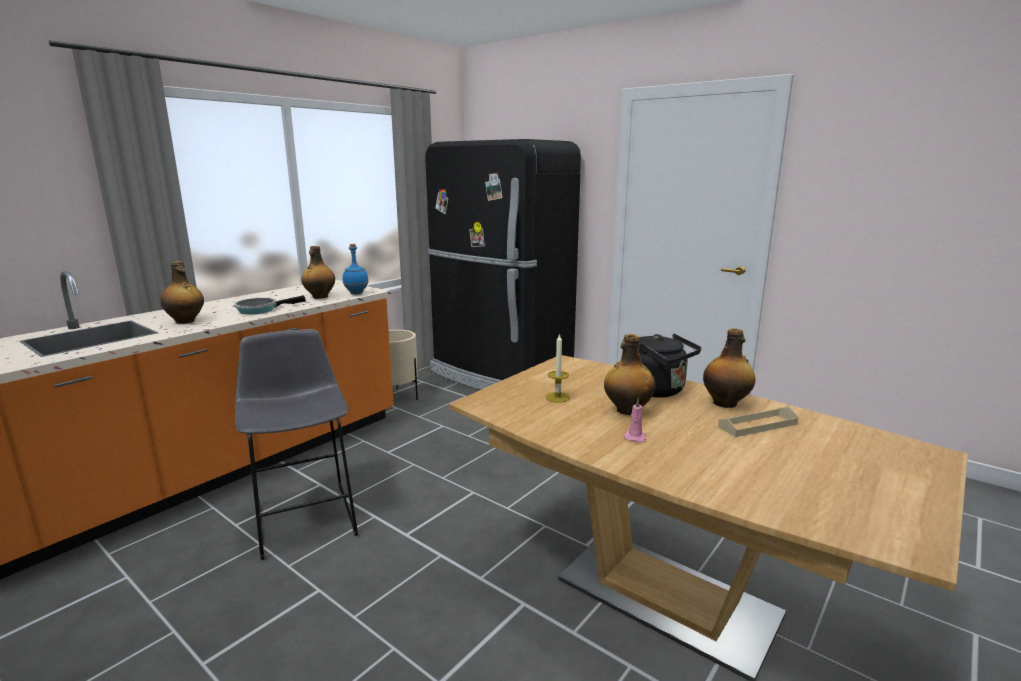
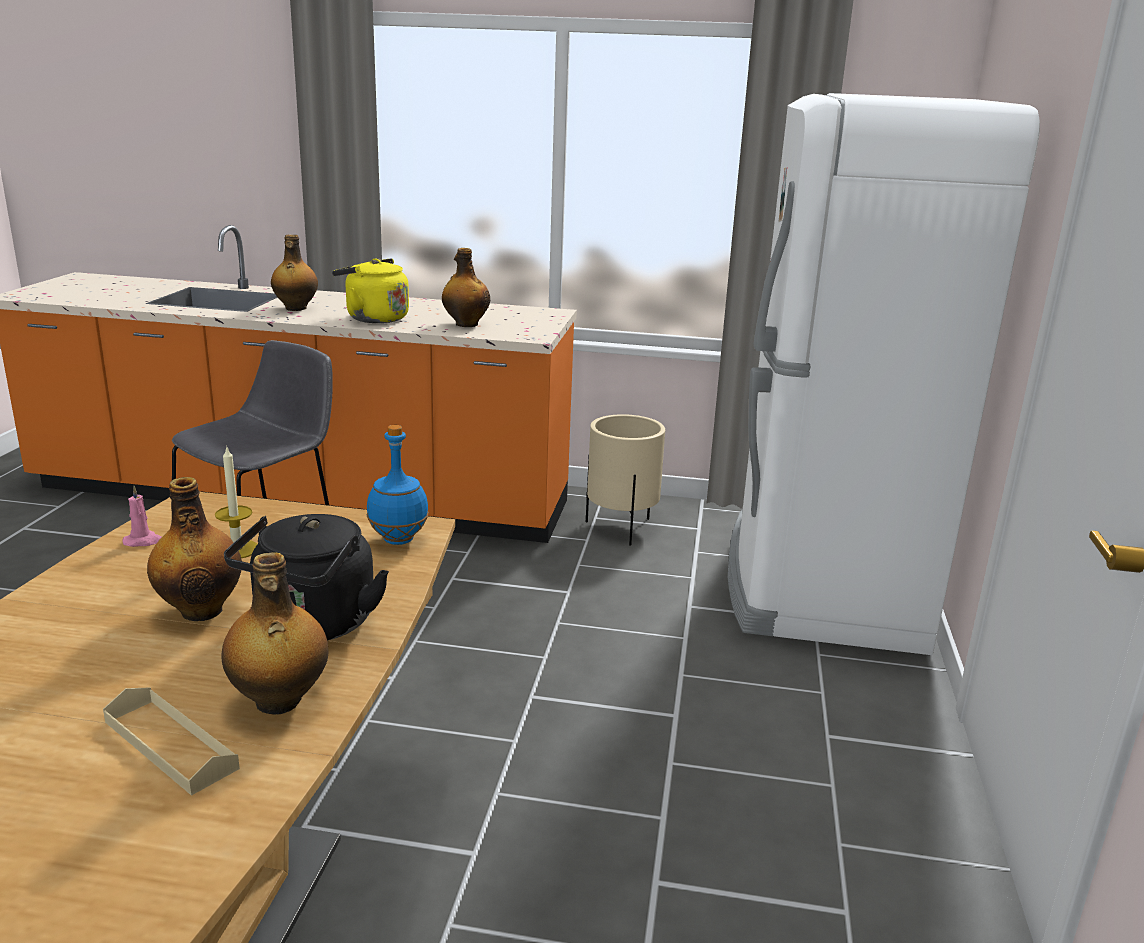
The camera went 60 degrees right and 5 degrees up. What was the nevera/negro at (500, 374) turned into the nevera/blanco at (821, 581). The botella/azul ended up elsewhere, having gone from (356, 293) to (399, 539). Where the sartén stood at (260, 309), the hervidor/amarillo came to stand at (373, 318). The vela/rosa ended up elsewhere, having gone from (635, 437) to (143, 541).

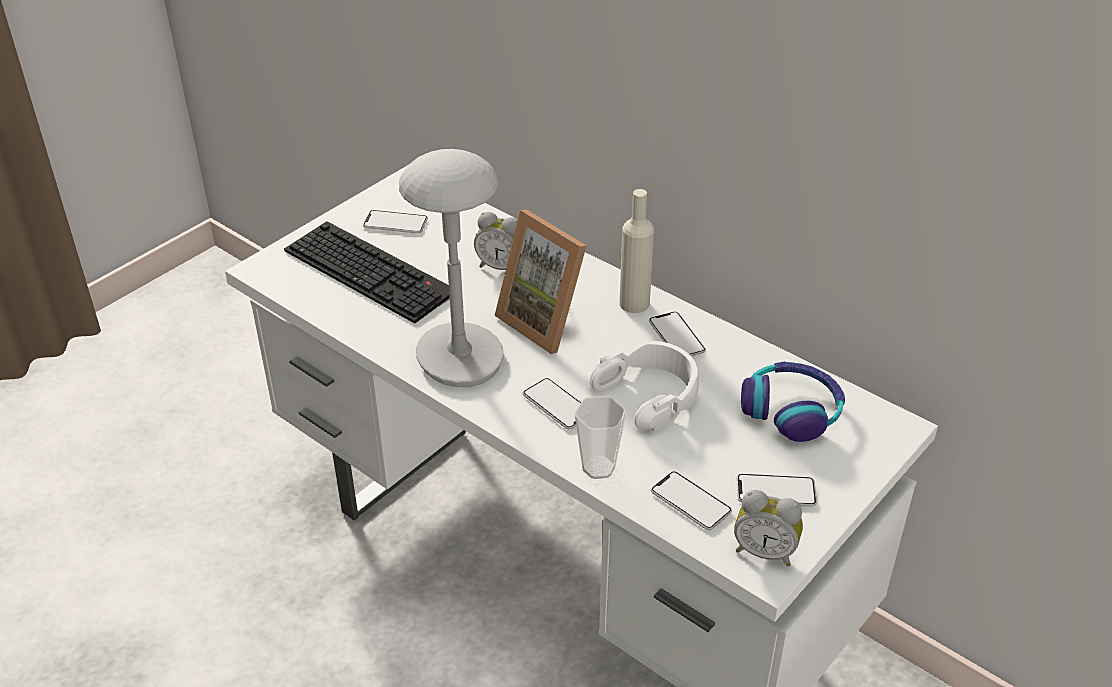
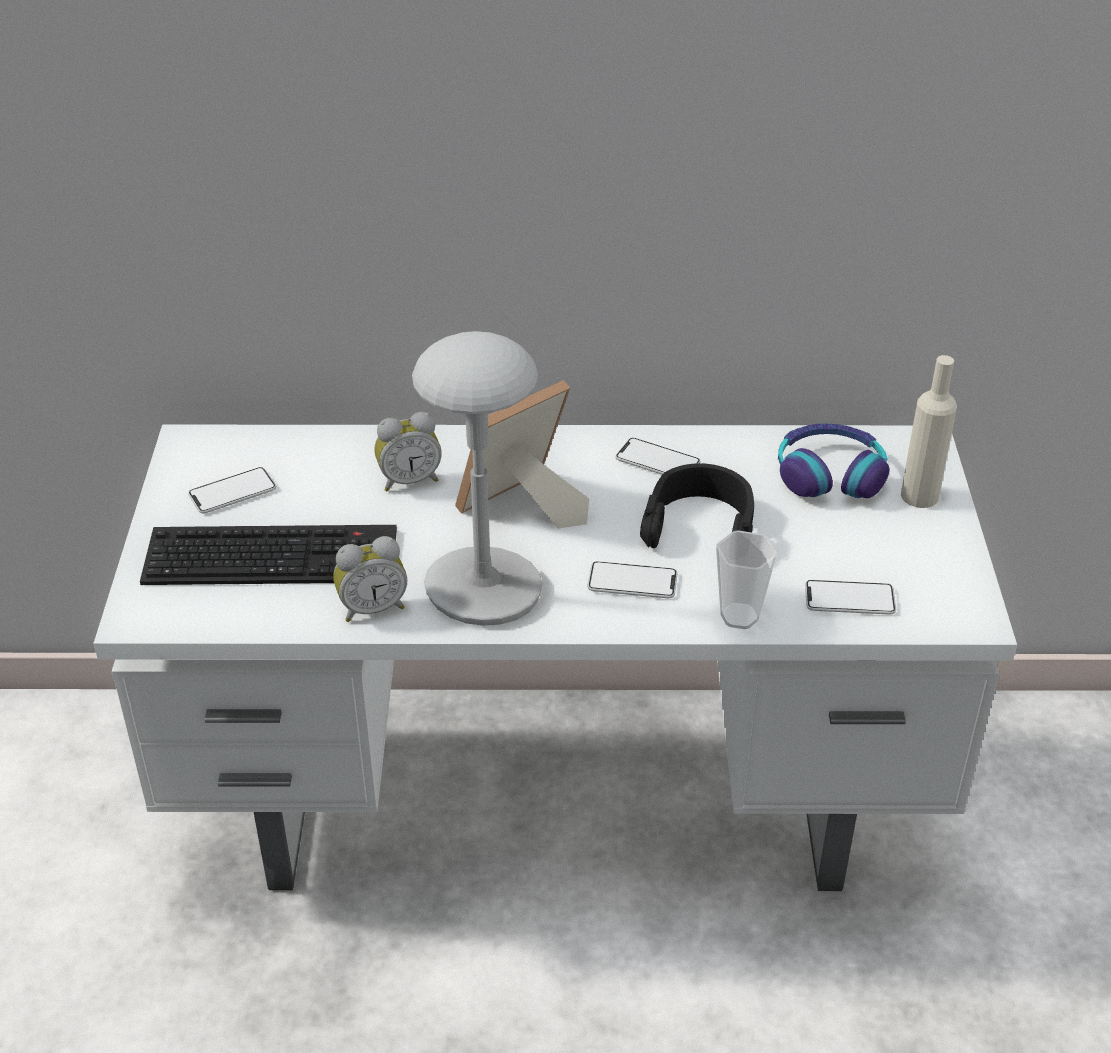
The camera went 40 degrees left and 0 degrees up. The botella/beis ended up elsewhere, having gone from (634, 303) to (919, 496). The portarretratos at (547, 321) ended up facing another way, 135 degrees clockwise from before. What was the auriculares/blanco at (650, 394) turned into the auriculares/negro at (700, 526). The second view lost the móvil at (775, 491). The despertador ended up elsewhere, having gone from (765, 551) to (372, 608).

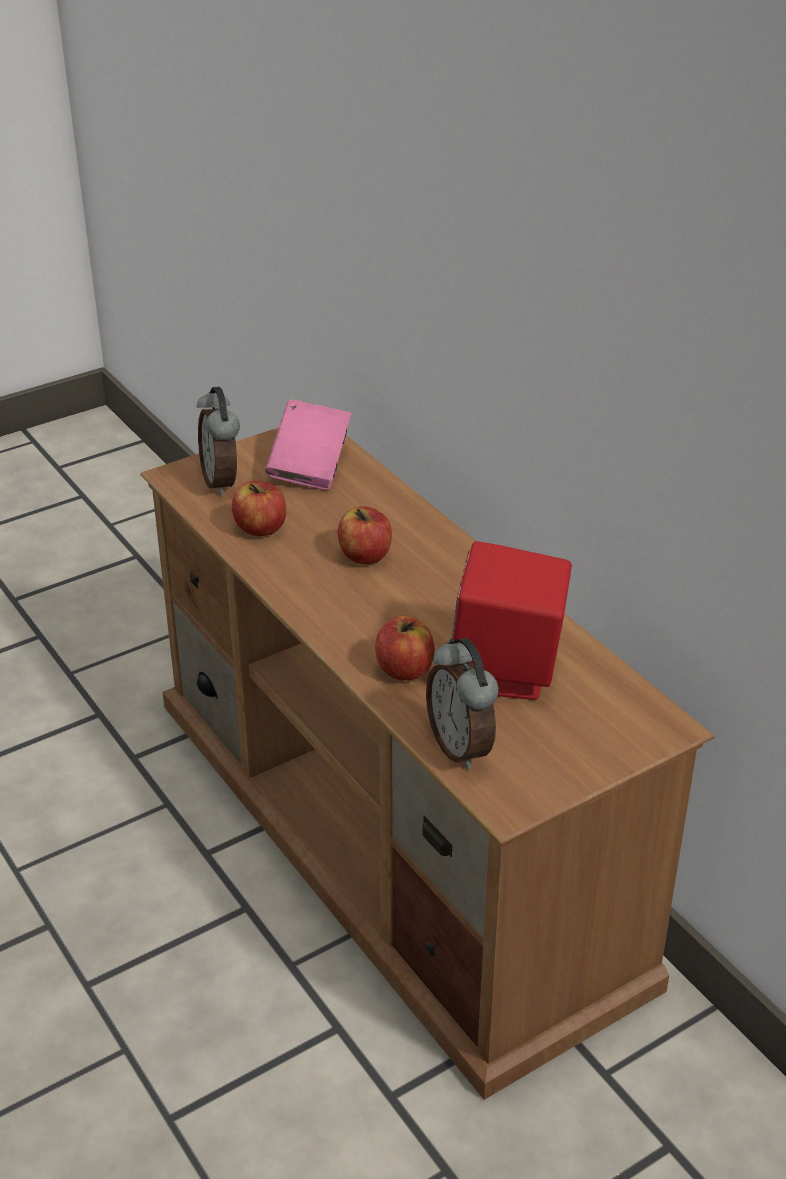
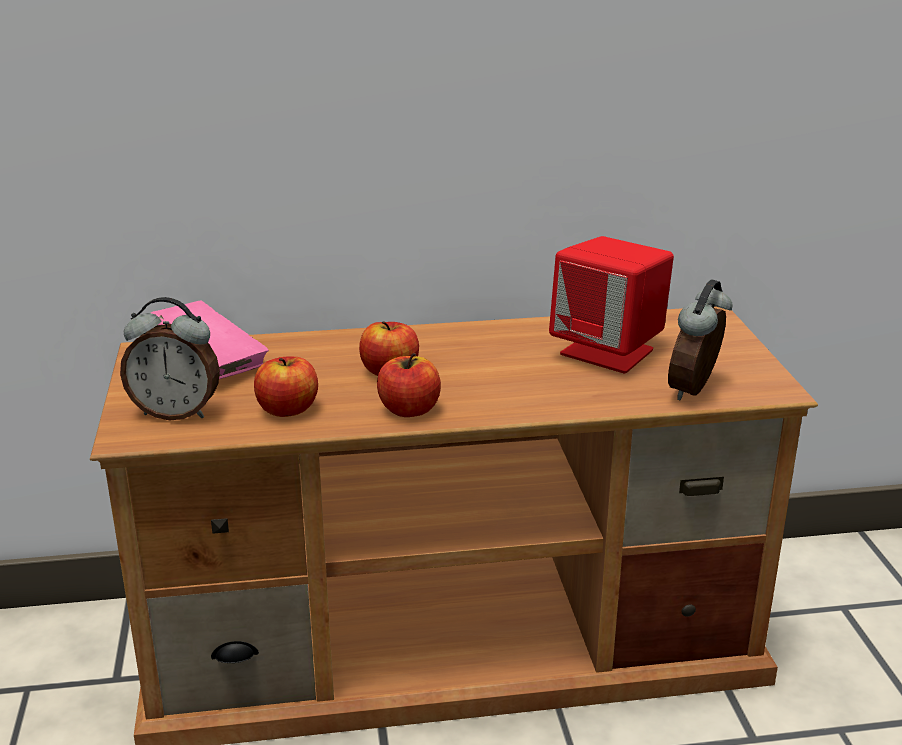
The camera went 65 degrees left and 10 degrees down. The manzana ended up elsewhere, having gone from (404, 669) to (409, 410). The despertador at (461, 747) ended up facing another way, 120 degrees clockwise from before.

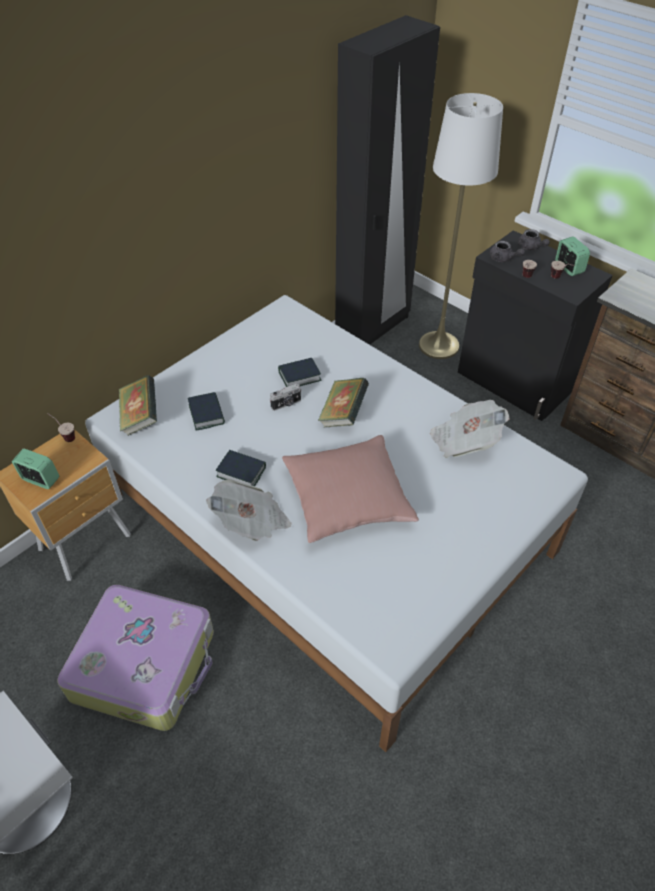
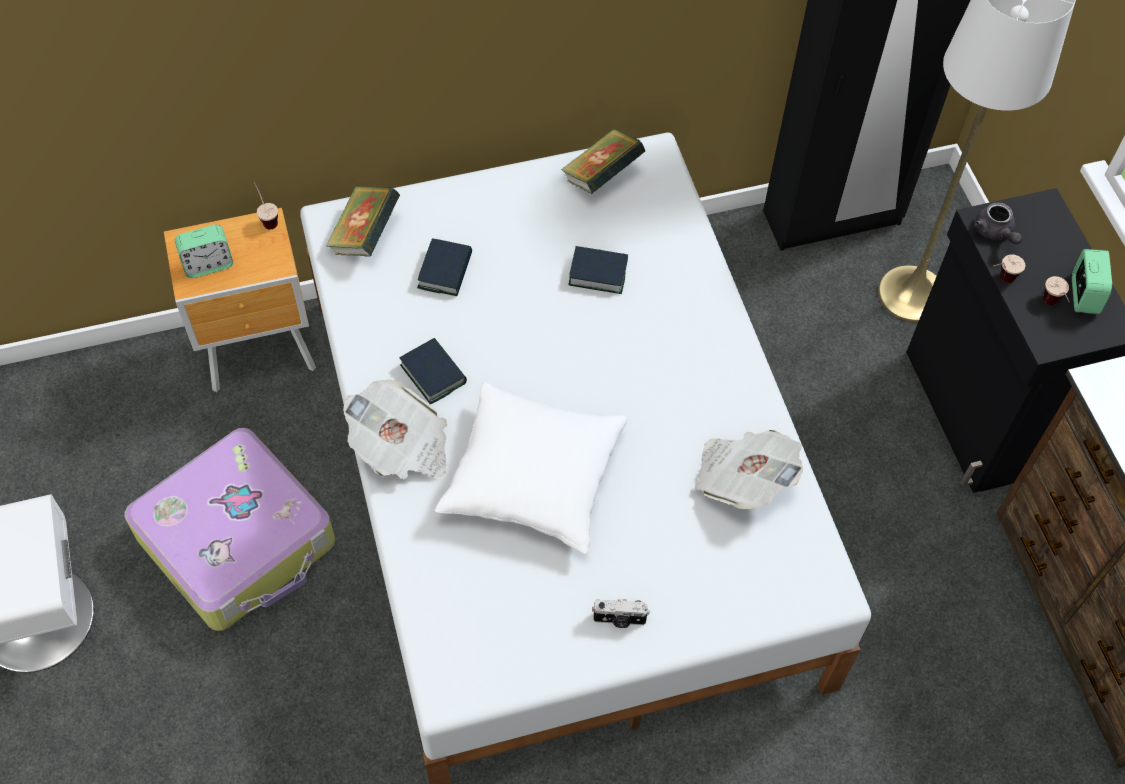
The camera went 30 degrees right and 10 degrees up. The second view lost the tetera/gris at (530, 247). The libro ended up elsewhere, having gone from (343, 414) to (602, 176). The cámara ended up elsewhere, having gone from (286, 404) to (619, 620). What was the cojín/rosa at (347, 499) turned into the cojín/blanco at (533, 478). The despertador at (40, 479) ended up facing another way, 105 degrees clockwise from before.

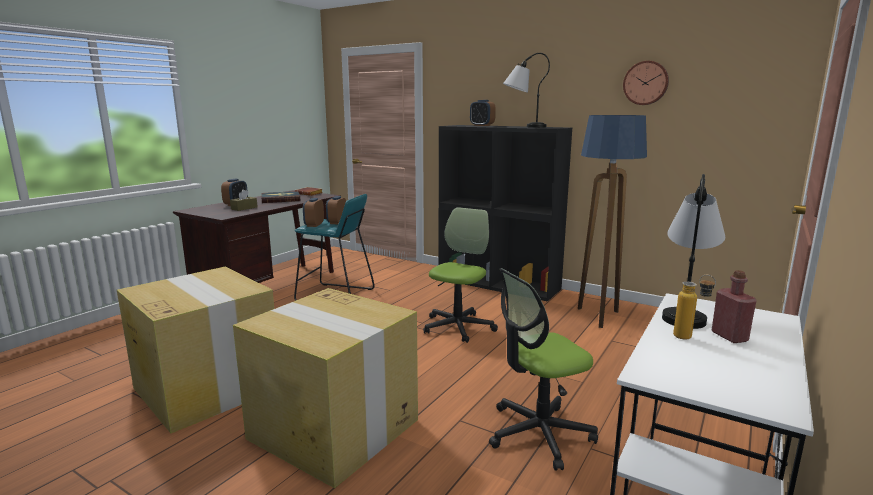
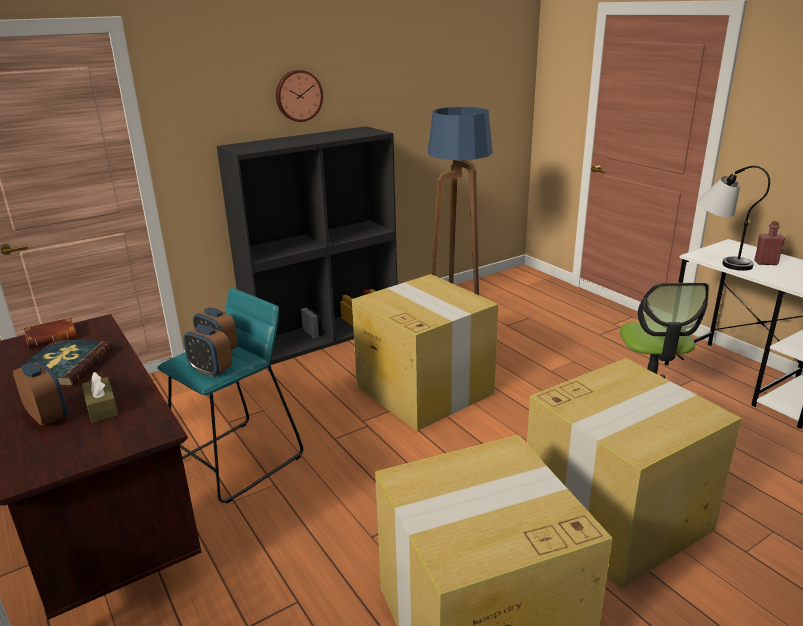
The camera went 65 degrees left and 10 degrees up. The second view lost the lámpara de mesa at (522, 127). The reloj de pared ended up elsewhere, having gone from (646, 83) to (298, 95). The second view lost the despertador at (482, 125). Where the silla de oficina stood at (458, 327), the caja de cartón came to stand at (423, 389). The second view lost the botella at (689, 338).

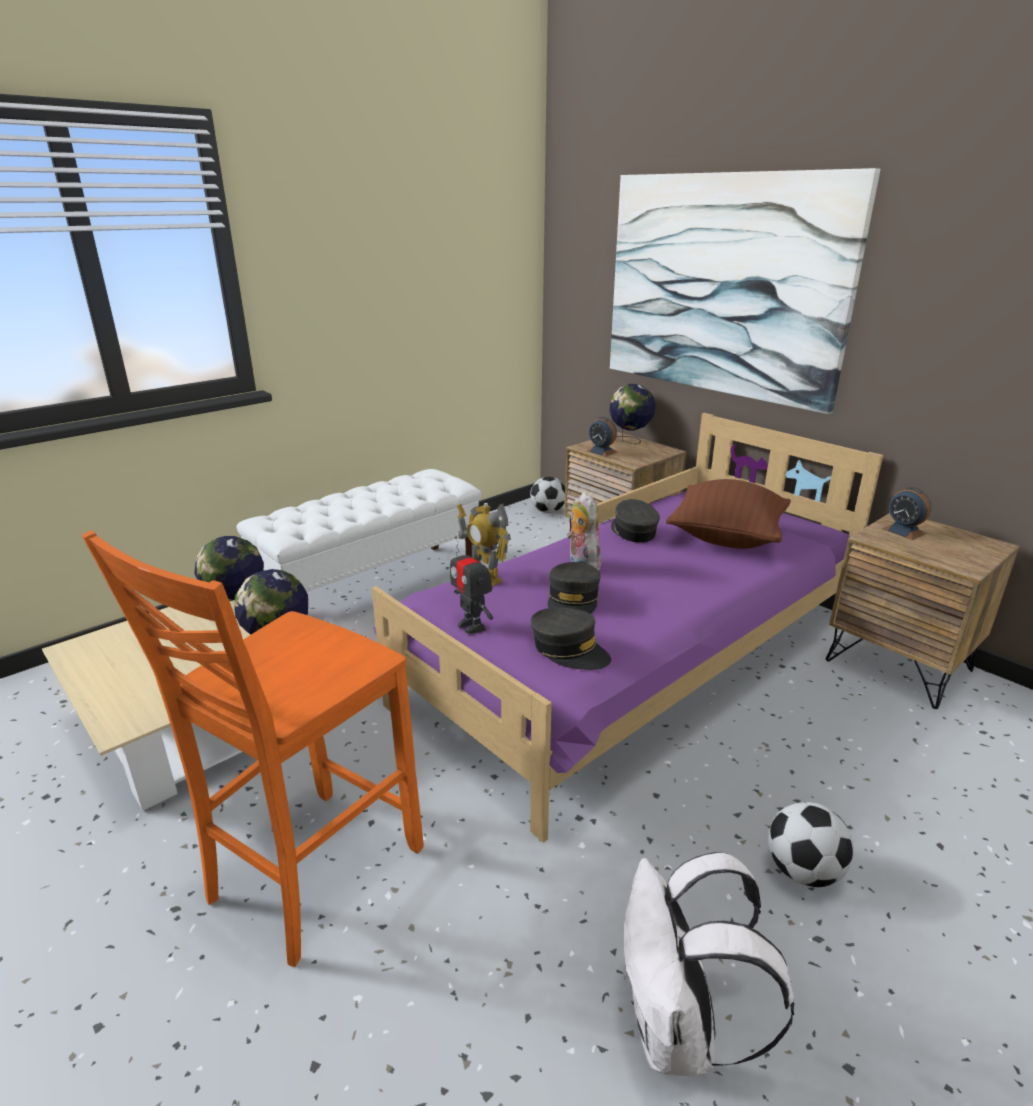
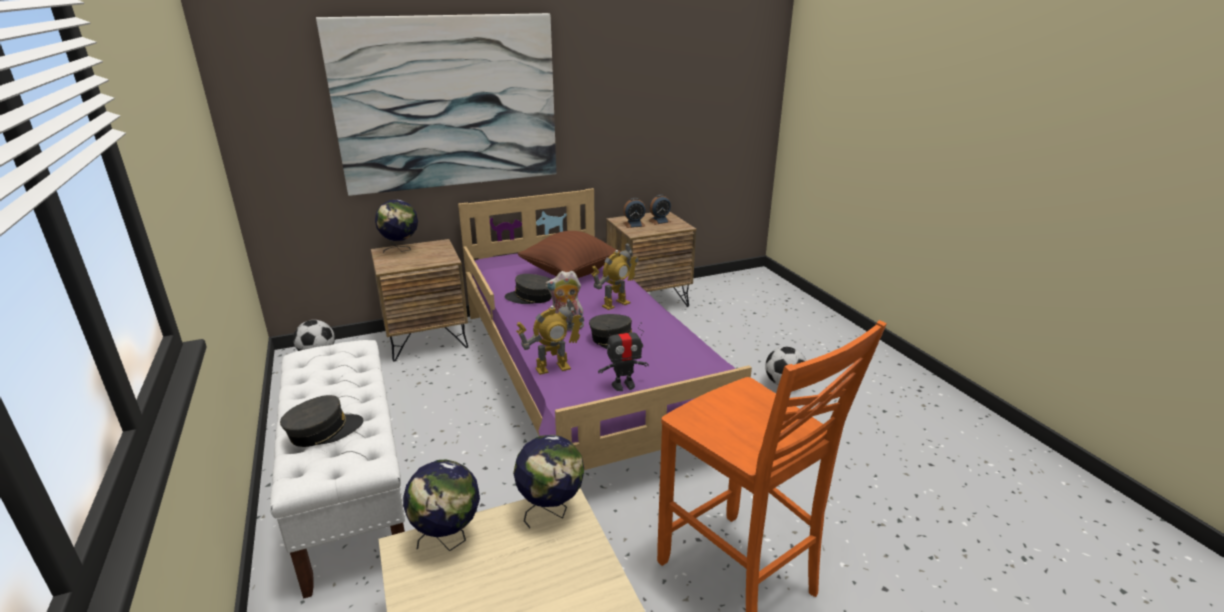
The camera went 70 degrees left and 0 degrees up. The despertador ended up elsewhere, having gone from (601, 451) to (659, 221). The gorra/gris ended up elsewhere, having gone from (569, 650) to (324, 431). The second view lost the mochila/blanco at (678, 1030). The second view gained the robot de juguete at (615, 304).

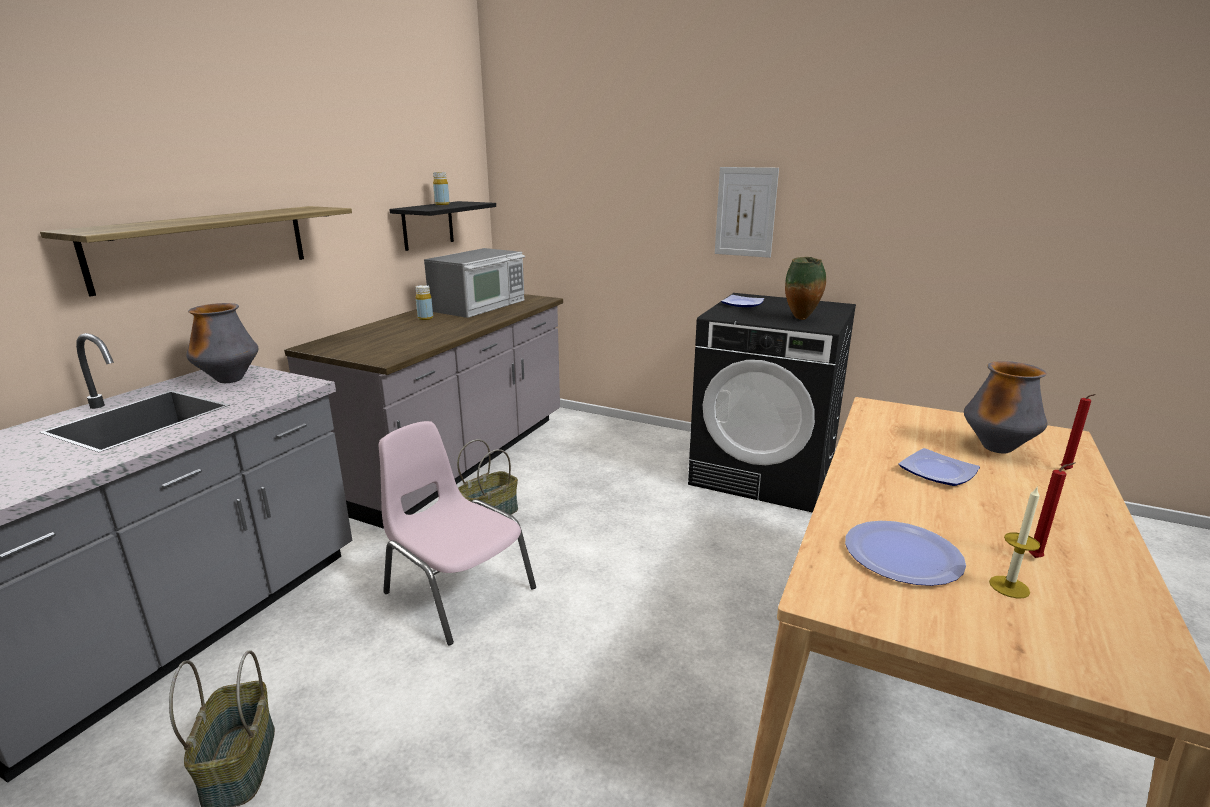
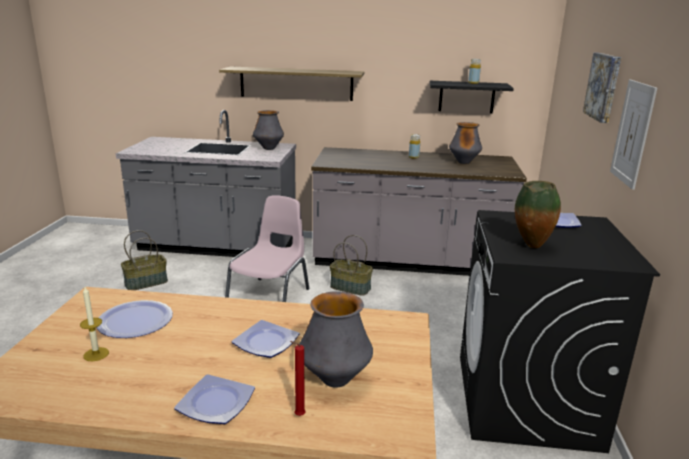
The camera went 70 degrees right and 0 degrees up. Where the microondas stood at (480, 305), the florero came to stand at (464, 162). The second view lost the vela/rojo at (1037, 558). The second view gained the cuadro at (604, 86). The second view gained the plato at (216, 404).

